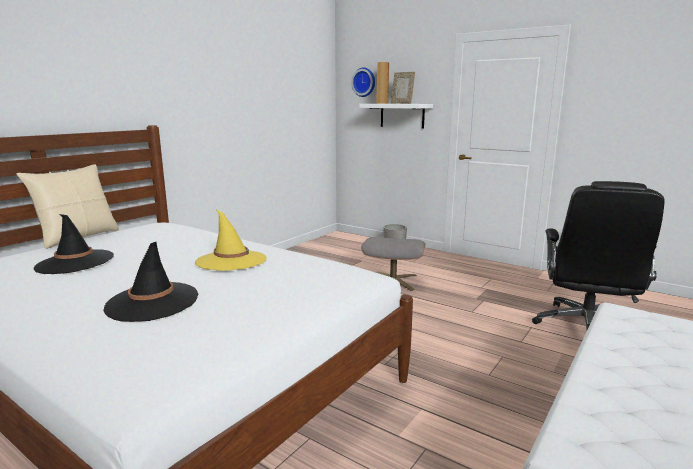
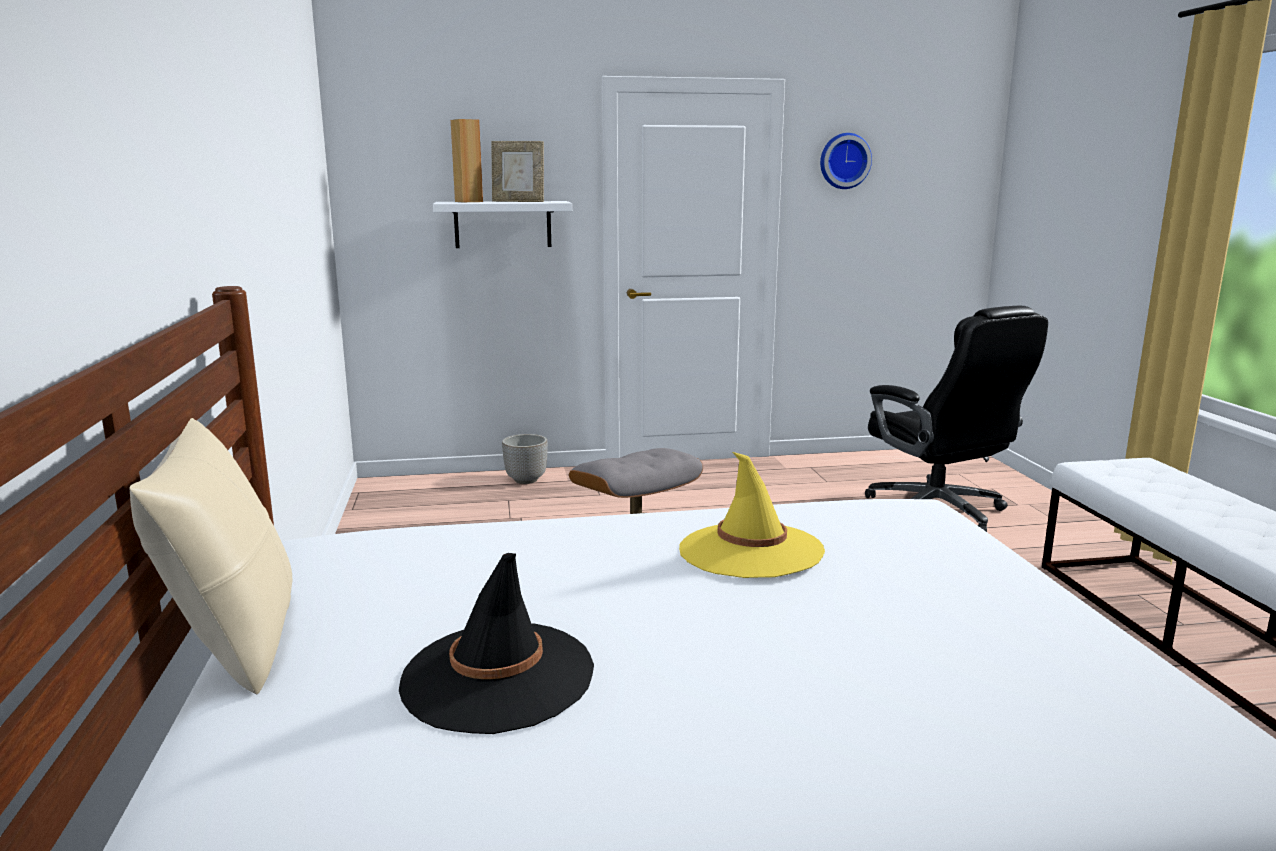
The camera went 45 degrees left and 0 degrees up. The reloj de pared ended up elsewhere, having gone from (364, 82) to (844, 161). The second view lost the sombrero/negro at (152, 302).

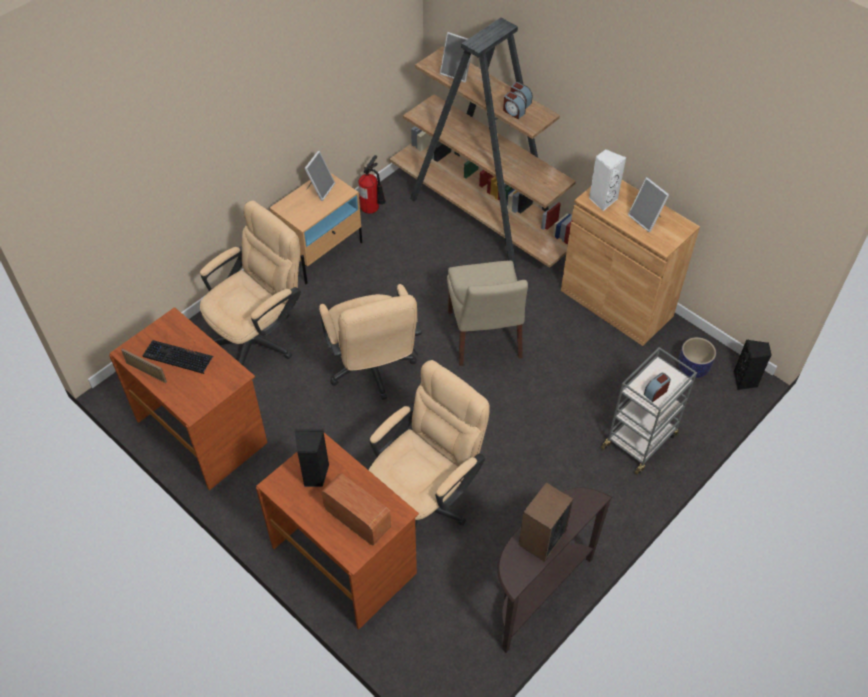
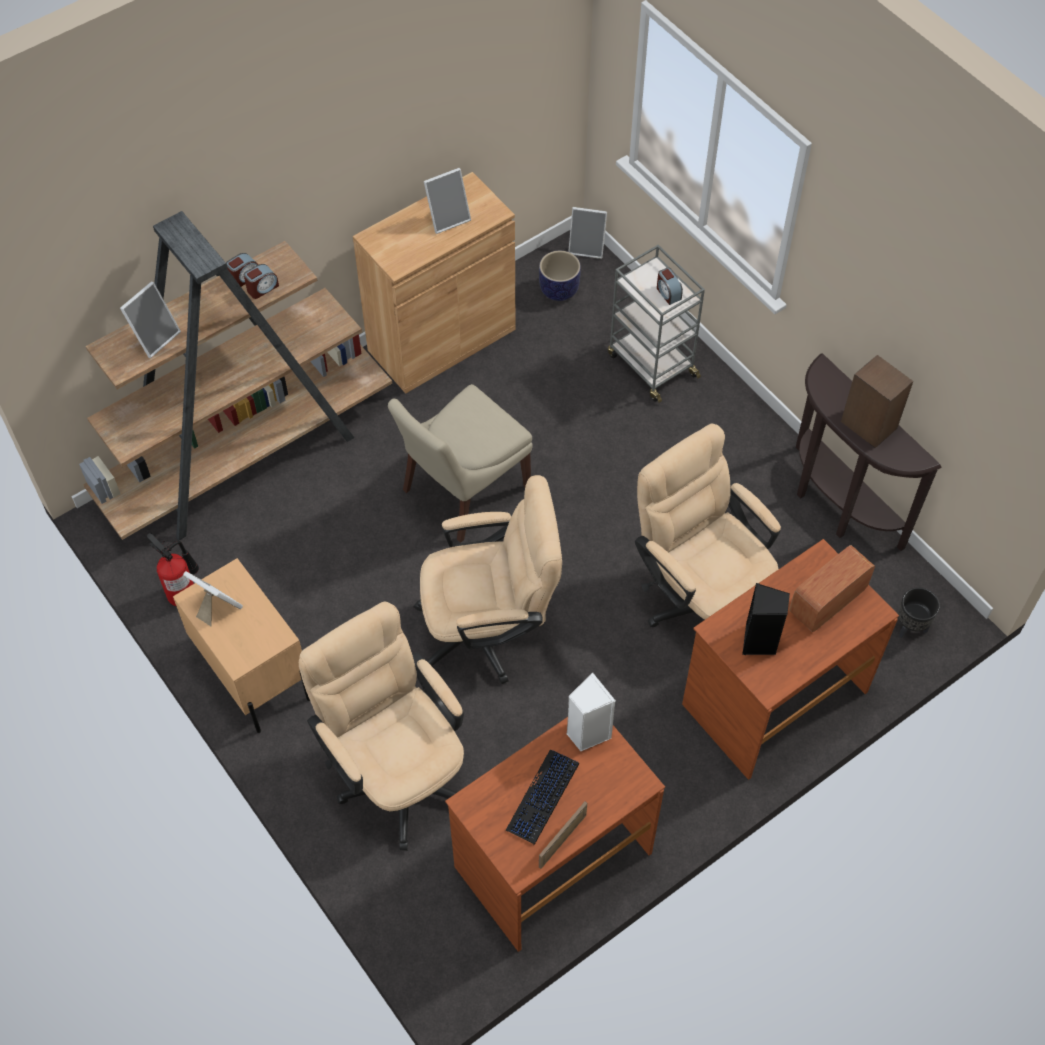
The camera went 80 degrees left and 5 degrees up. The altavoz/blanco ended up elsewhere, having gone from (602, 200) to (587, 733). The silla/beis at (485, 337) ended up facing another way, 135 degrees clockwise from before. Where the altavoz/negro stood at (745, 381), the portarretratos came to stand at (587, 247). The second view gained the maceta/negro at (911, 627).

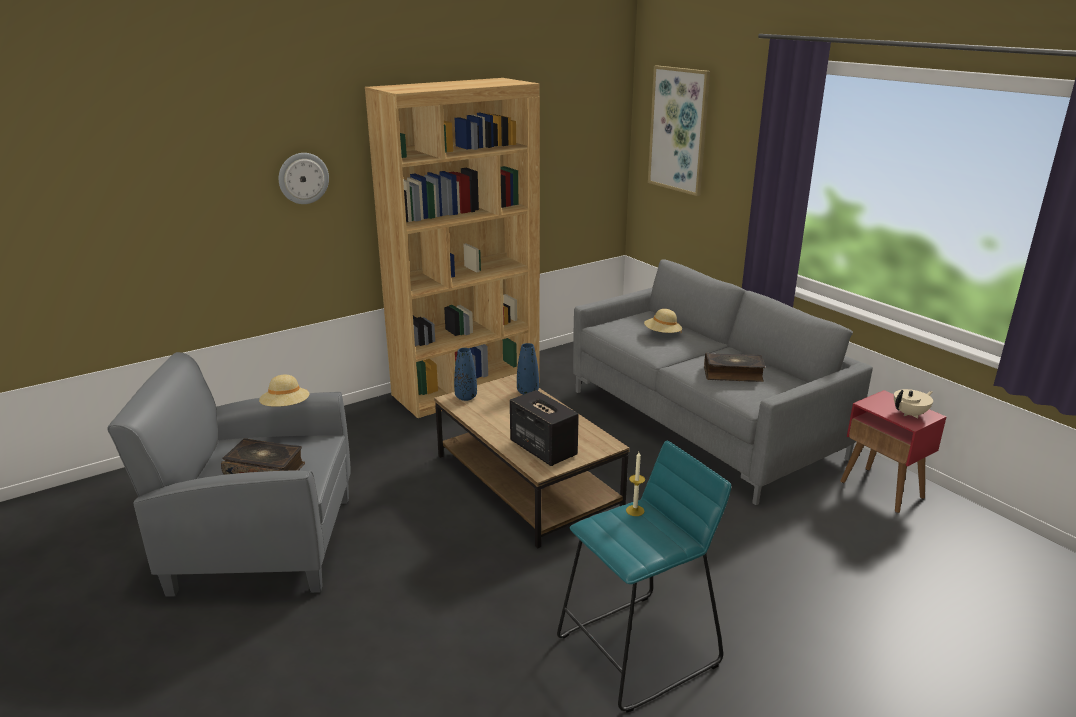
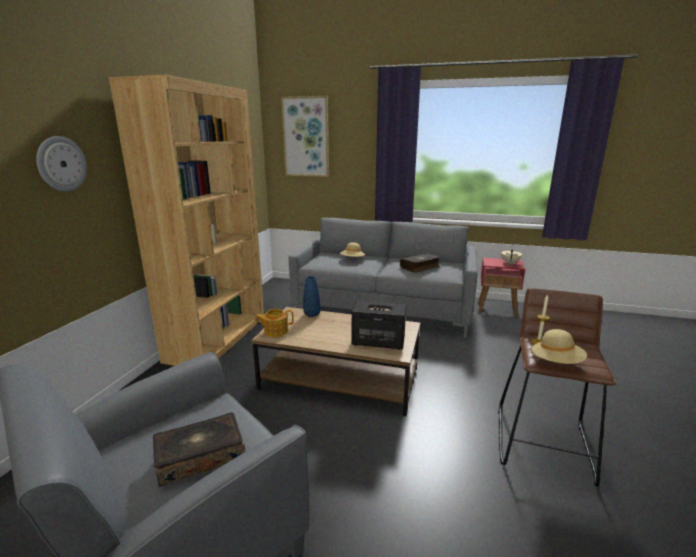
The camera went 40 degrees left and 5 degrees down. Where the florero/azul stood at (466, 397), the tetera came to stand at (275, 331). The sombrero/beis ended up elsewhere, having gone from (286, 407) to (556, 362). What was the taburete/turquesa at (638, 651) turned into the taburete/marrón at (544, 444).

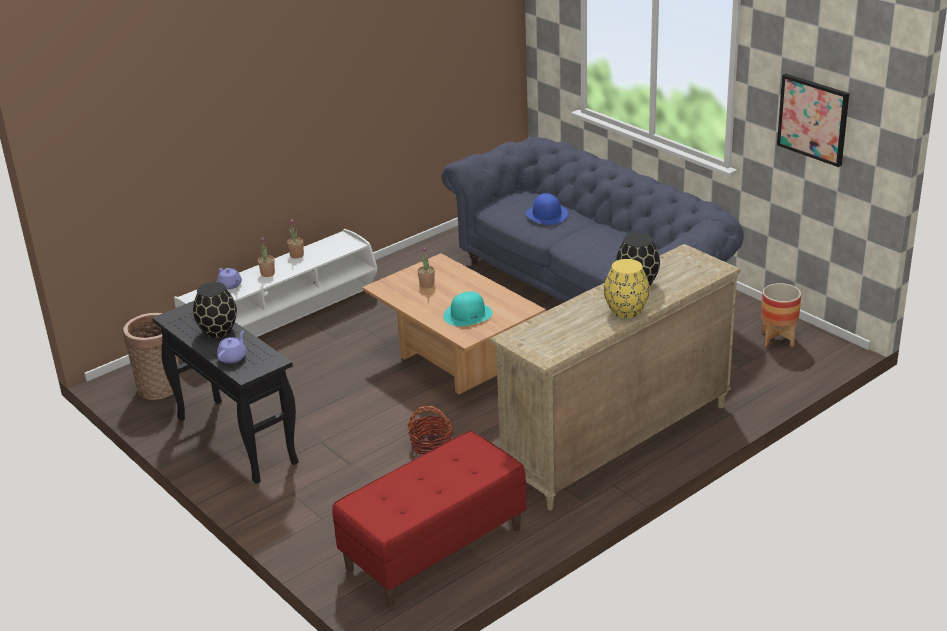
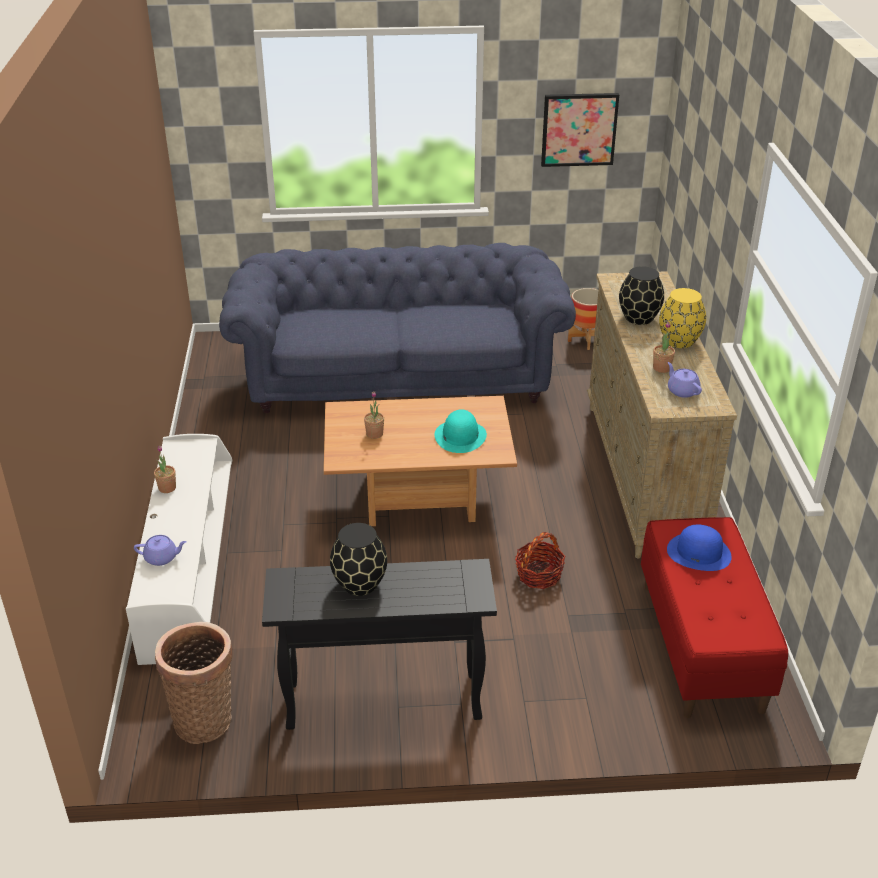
The camera went 55 degrees left and 5 degrees up. The sombrero/azul ended up elsewhere, having gone from (547, 214) to (699, 552). The planta en maceta ended up elsewhere, having gone from (267, 273) to (661, 368). The tetera/morado ended up elsewhere, having gone from (233, 357) to (682, 391).

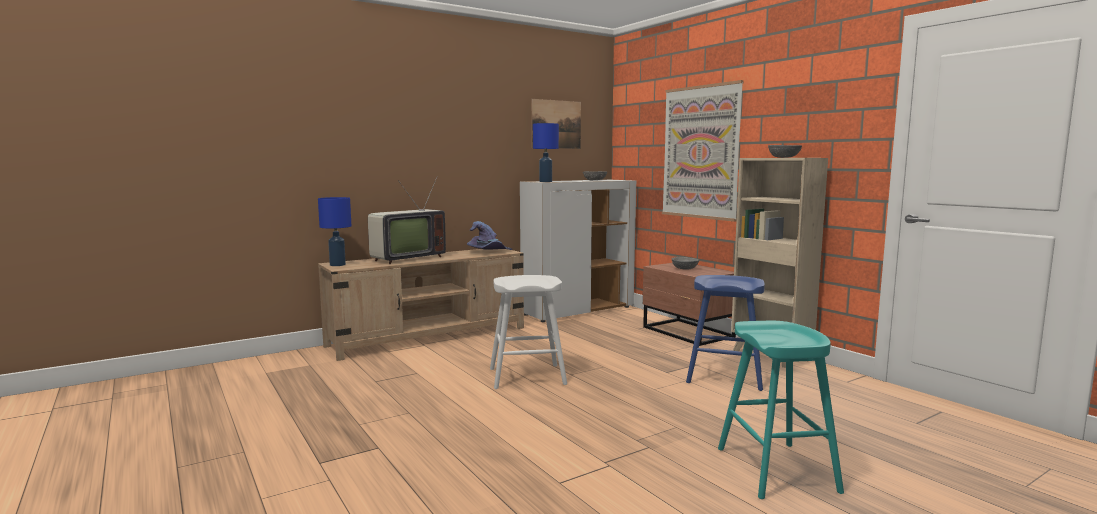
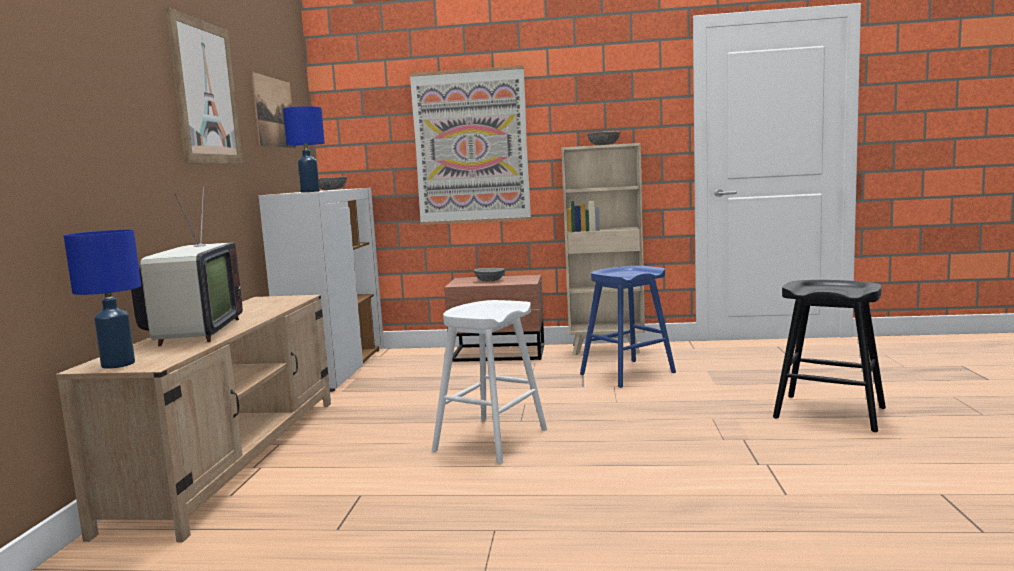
The camera went 50 degrees left and 0 degrees up. The second view lost the sombrero/morado at (488, 252). What was the taburete/turquesa at (776, 469) turned into the taburete/negro at (829, 413). The second view gained the cuadro at (206, 93).

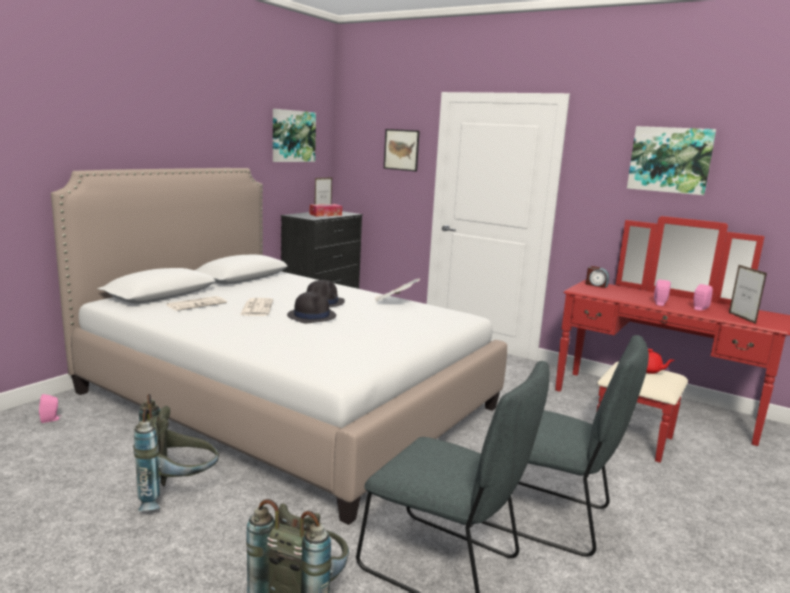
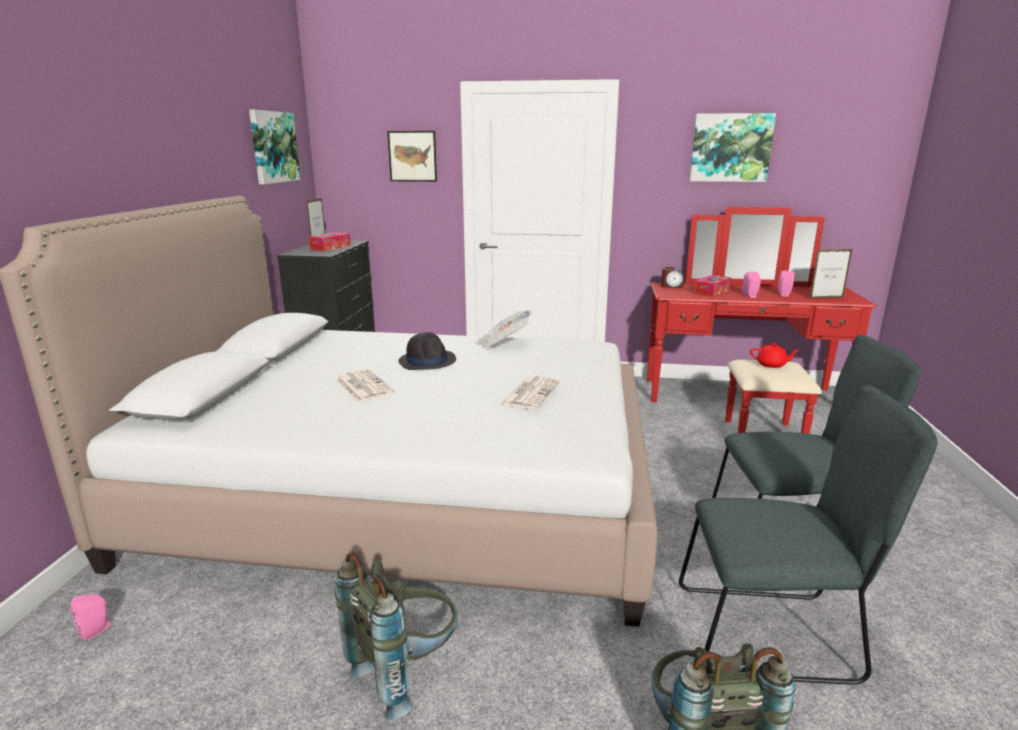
The camera went 25 degrees left and 5 degrees up. The portarretratos at (742, 318) ended up facing another way, 60 degrees counterclockwise from before. The second view lost the sombrero/negro at (311, 316). The periódico ended up elsewhere, having gone from (197, 304) to (530, 393). The second view gained the caja de pañuelos at (711, 291).

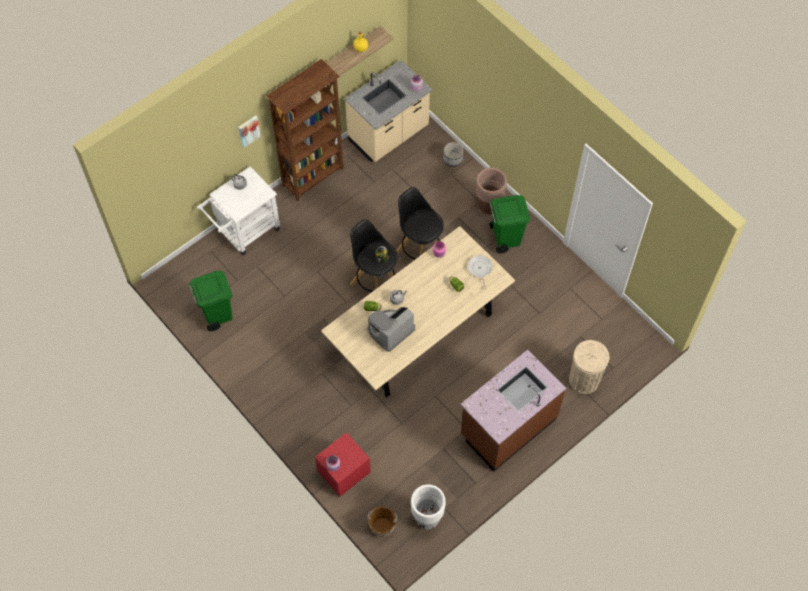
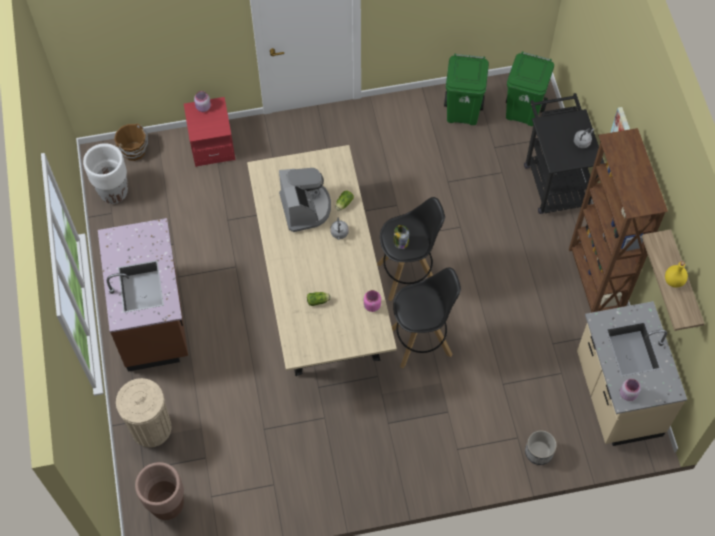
The camera went 120 degrees right and 0 degrees up. What was the carrito/blanco at (244, 232) turned into the carrito/negro at (554, 179). The maceta/marrón ended up elsewhere, having gone from (489, 205) to (167, 505). The papelera/verde ended up elsewhere, having gone from (505, 238) to (523, 112). The second view lost the sartén at (480, 269).

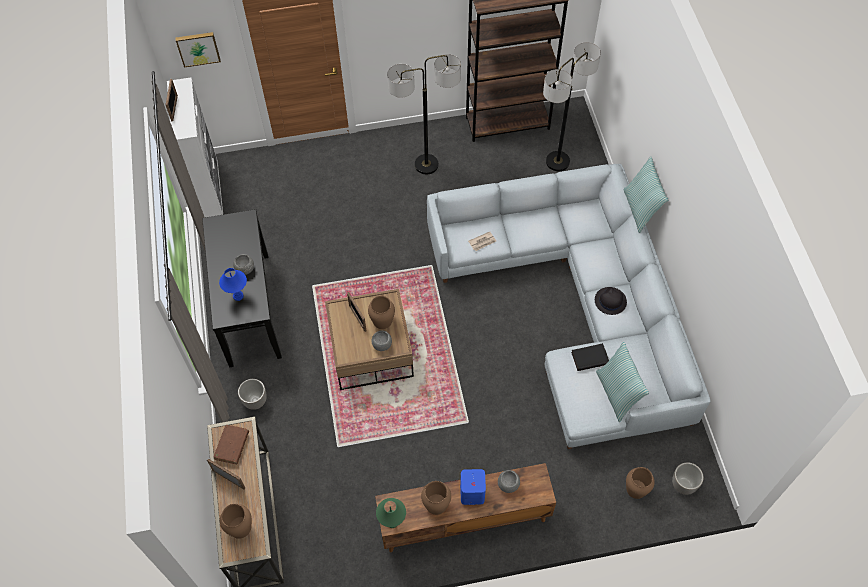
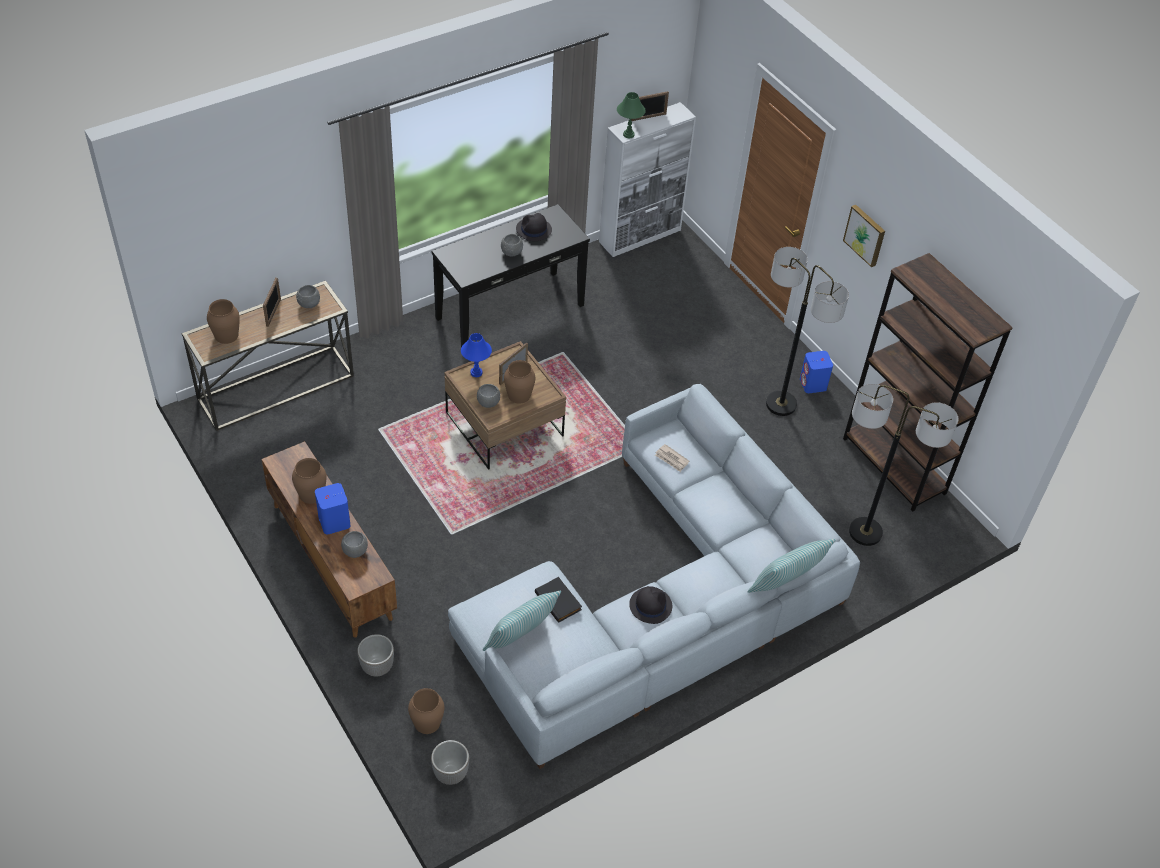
The camera went 65 degrees right and 10 degrees down. The cuadro ended up elsewhere, having gone from (198, 48) to (865, 235). The lámpara de mesa/azul ended up elsewhere, having gone from (238, 296) to (476, 372). The maceta ended up elsewhere, having gone from (255, 401) to (377, 667). Where the libro/marrón stood at (232, 446), the cuenco/gris came to stand at (309, 304). The lámpara de mesa/verde ended up elsewhere, having gone from (392, 522) to (629, 135). The second view gained the sombrero/negro at (533, 230). The second view gained the altavoz/azul at (813, 384).

